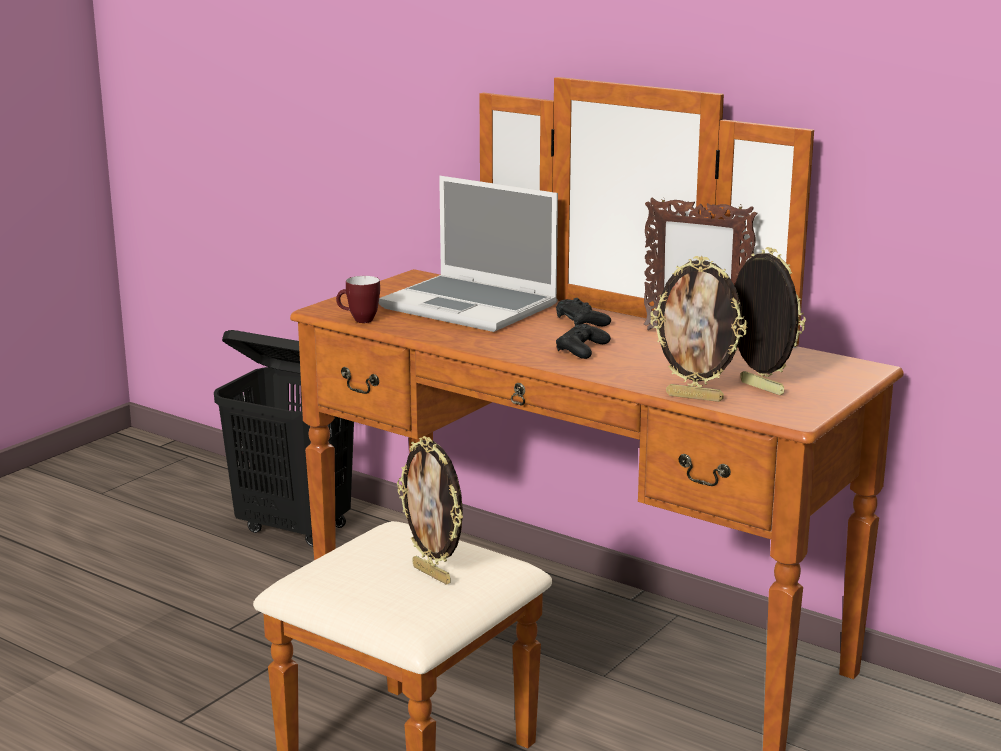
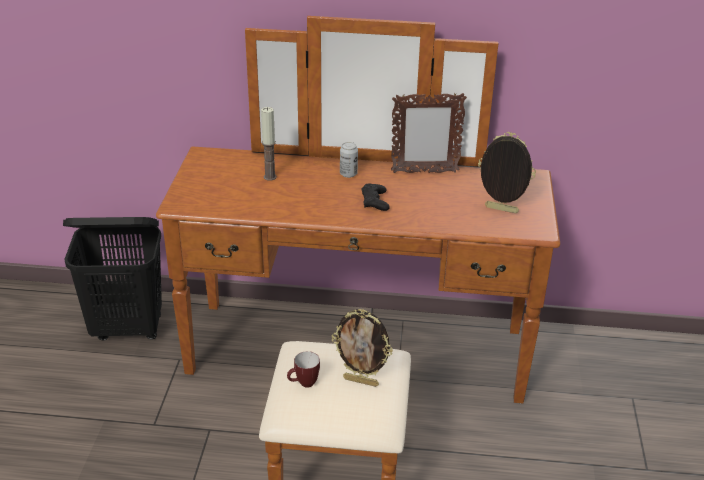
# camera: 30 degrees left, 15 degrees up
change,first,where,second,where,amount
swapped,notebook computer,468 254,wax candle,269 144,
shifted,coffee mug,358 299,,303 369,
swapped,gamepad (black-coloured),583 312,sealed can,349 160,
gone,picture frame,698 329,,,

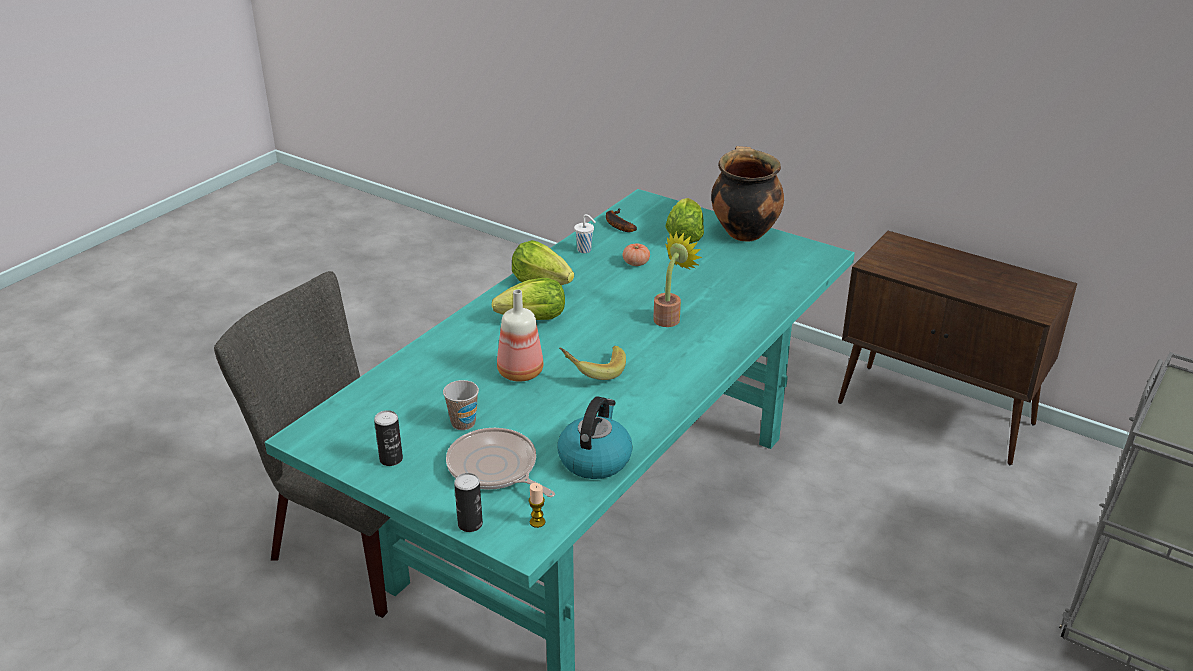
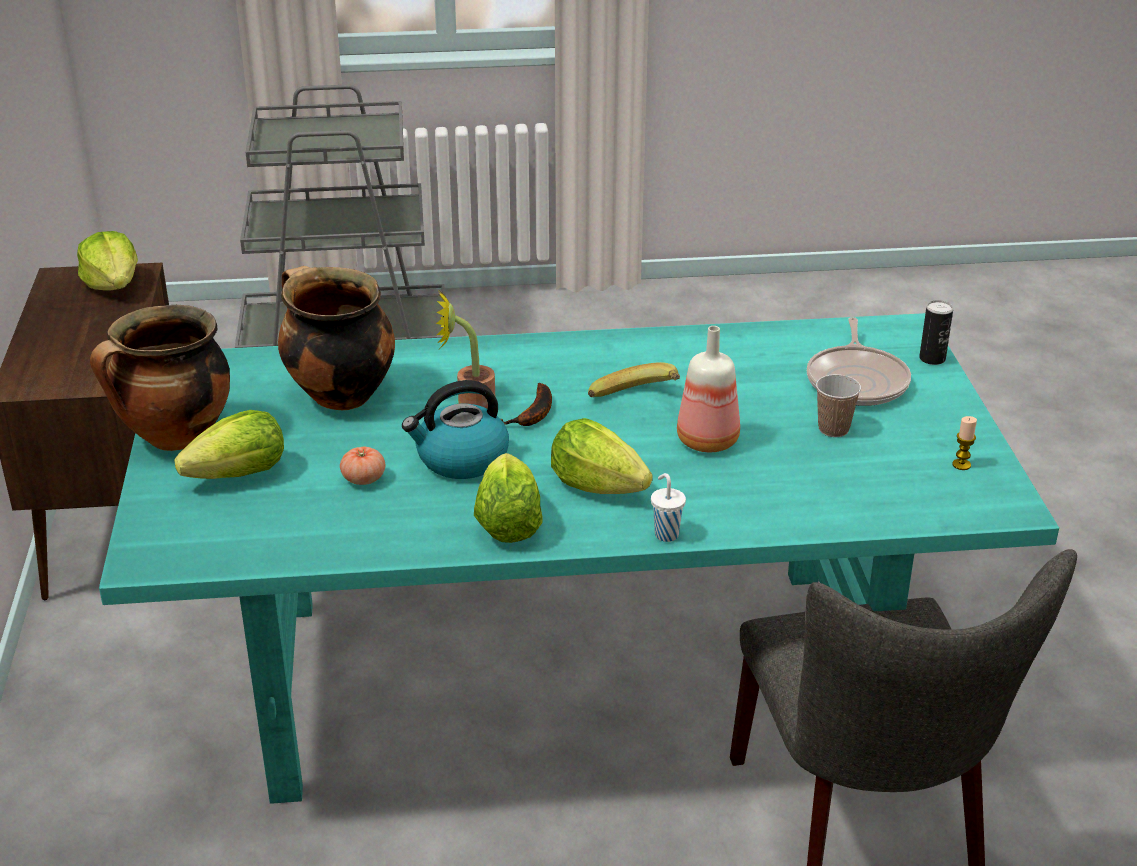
# camera: 130 degrees left, 0 degrees up
change,first,where,second,where,amount
new,,,lettuce,107 261,
new,,,stockpot,336 338,
shifted,tea kettle,595 437,,455 429,
shifted,banana fruit,621 220,,526 404,
shifted,drinking cup (white),585 233,,668 507,
shifted,wax candle,536 505,,964 443,
gone,sealed can,388 438,,,

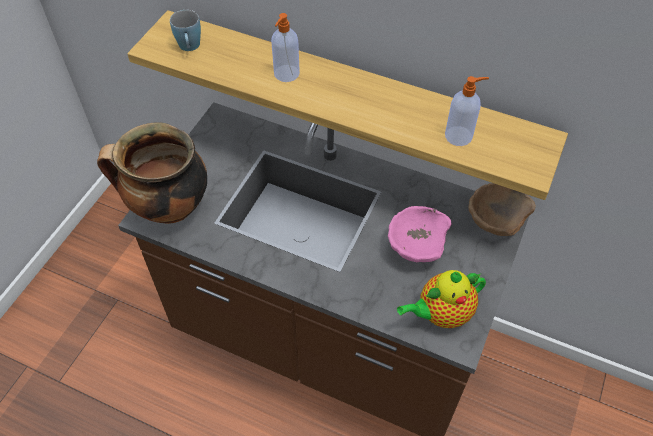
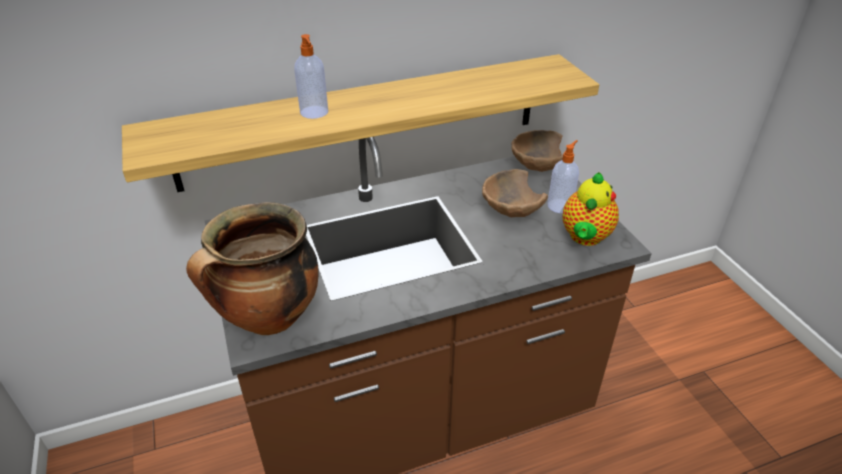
# camera: 45 degrees left, 15 degrees down
change,first,where,second,where,amount
repainted,serving bowl (pinkish),420 234,serving bowl (brown),515 193,
shifted,soap bottle,467 111,,563 176,
gone,coffee mug (blue-coloured),185 30,,,

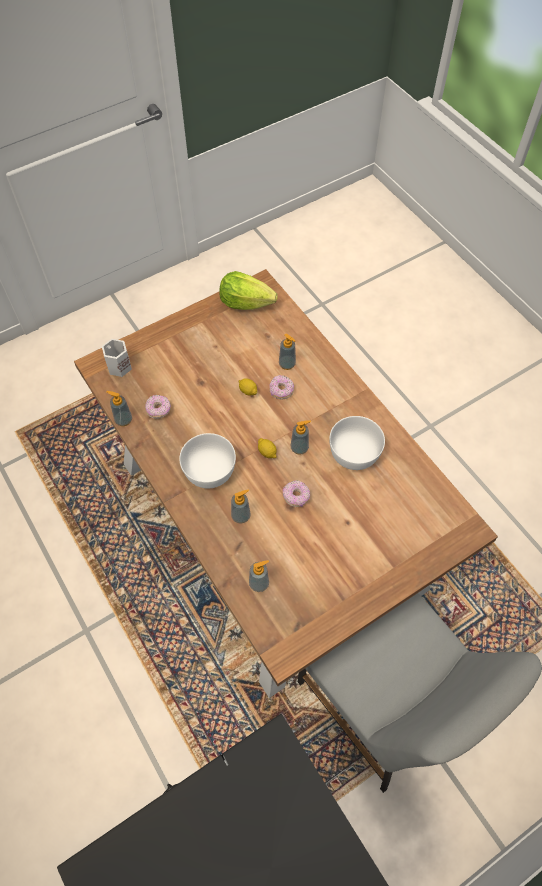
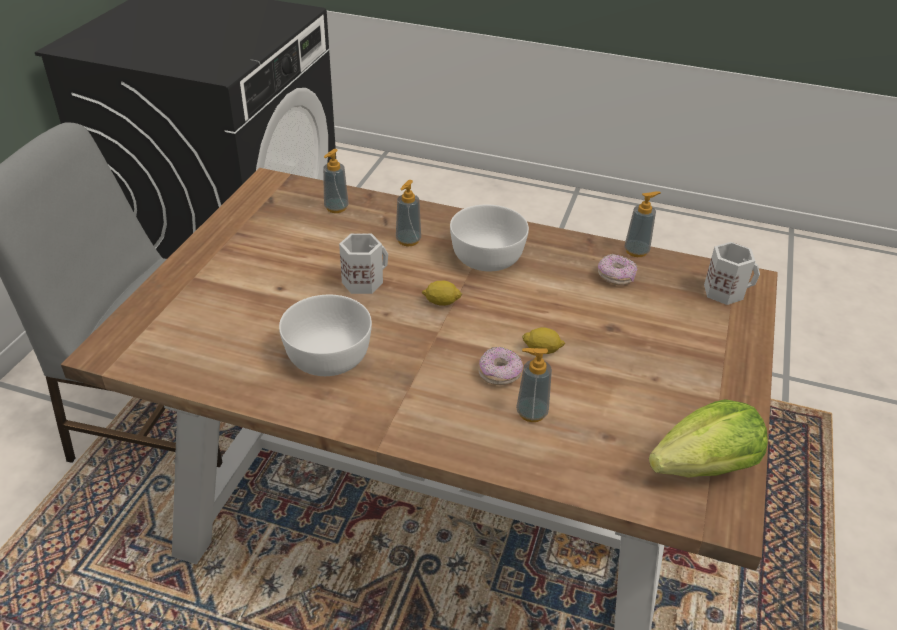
# camera: 140 degrees right, 20 degrees down
change,first,where,second,where,amount
swapped,doughnut,296 493,coffee mug (white),363 263,
gone,soap bottle,301 437,,,

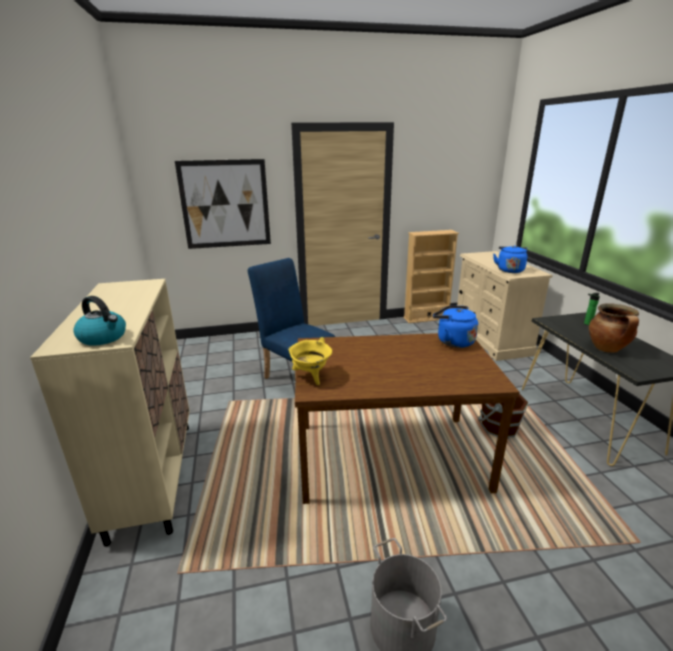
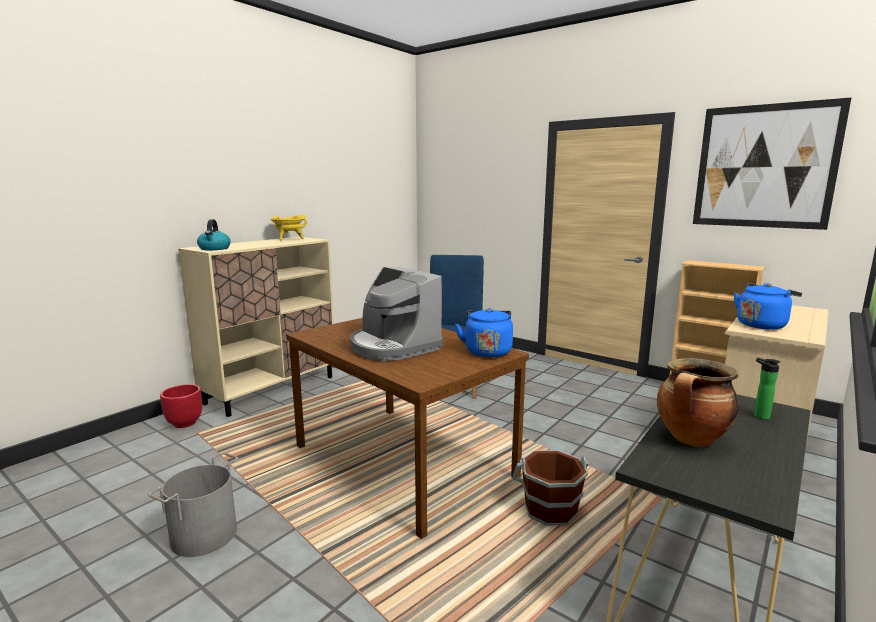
# camera: 50 degrees right, 10 degrees down
change,first,where,second,where,amount
new,,,flower pot (red),181 406,
shifted,stockpot (yellow),310 361,,288 227,
new,,,coffee machine,396 314,
shifted,wall picture,223 204,,772 163,

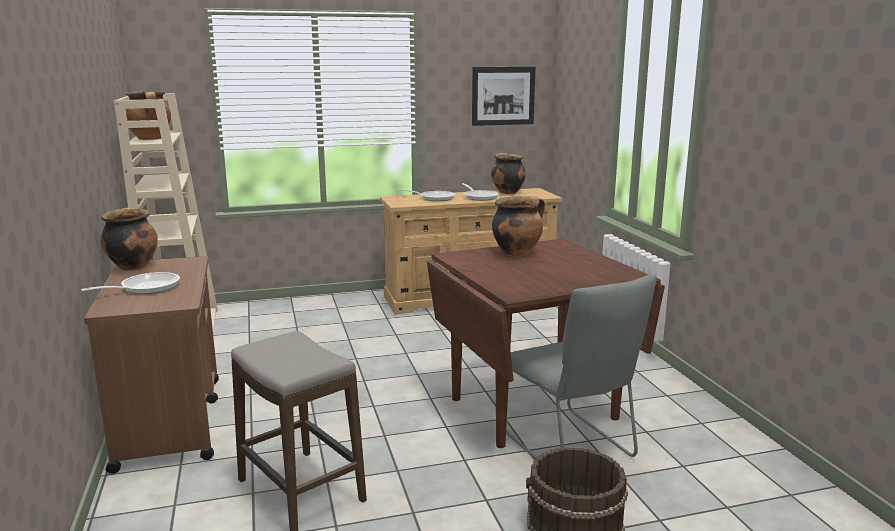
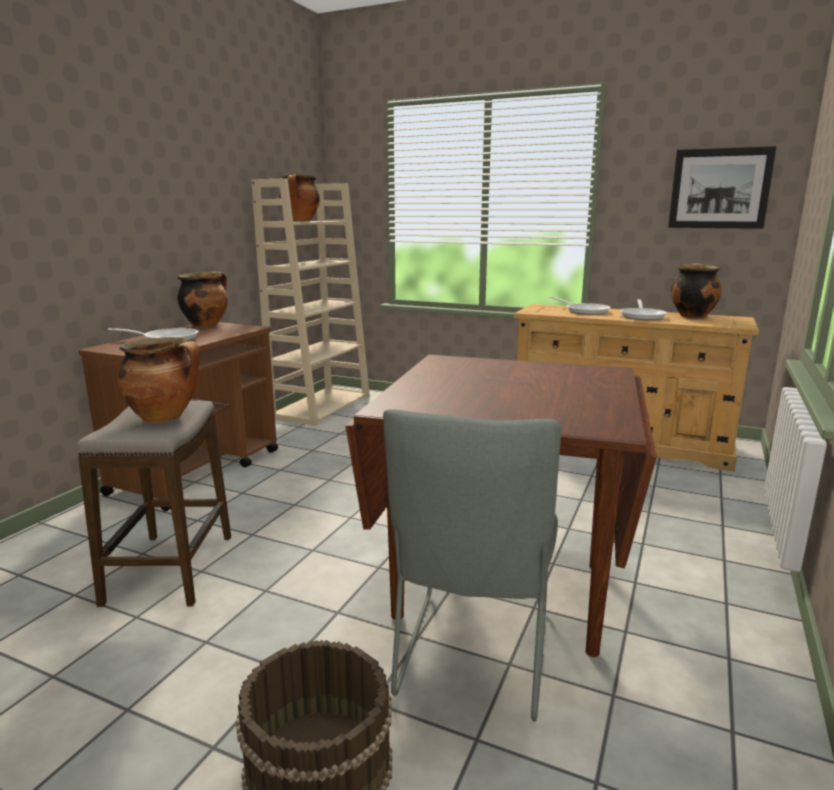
# camera: 40 degrees right, 0 degrees up
change,first,where,second,where,amount
shifted,stockpot,518 226,,159 380,

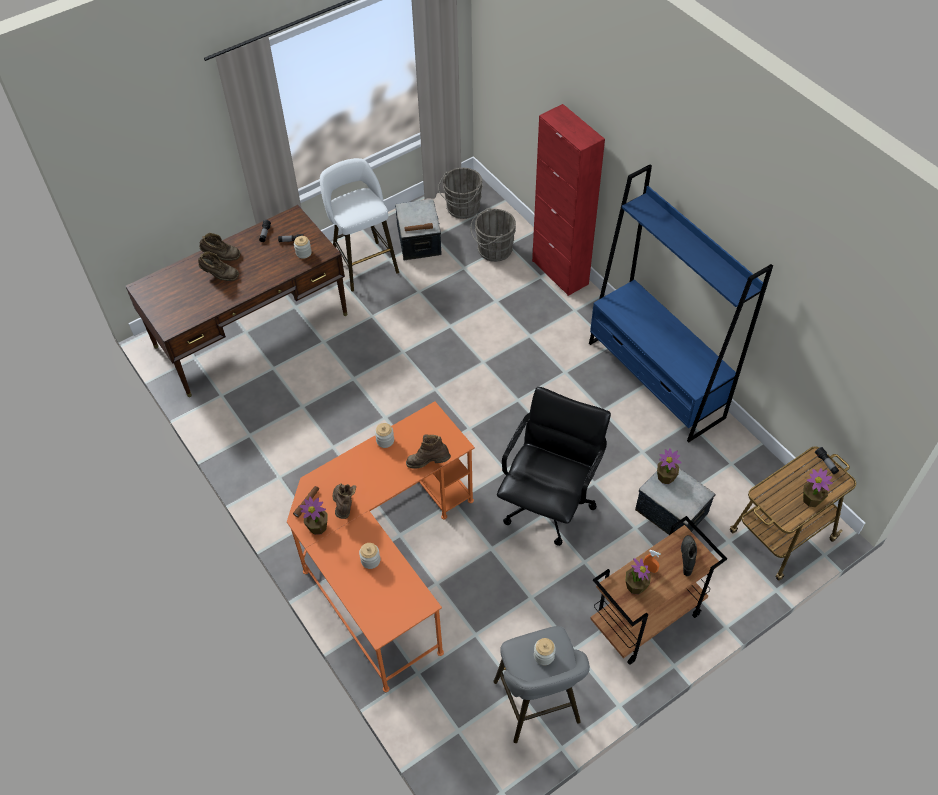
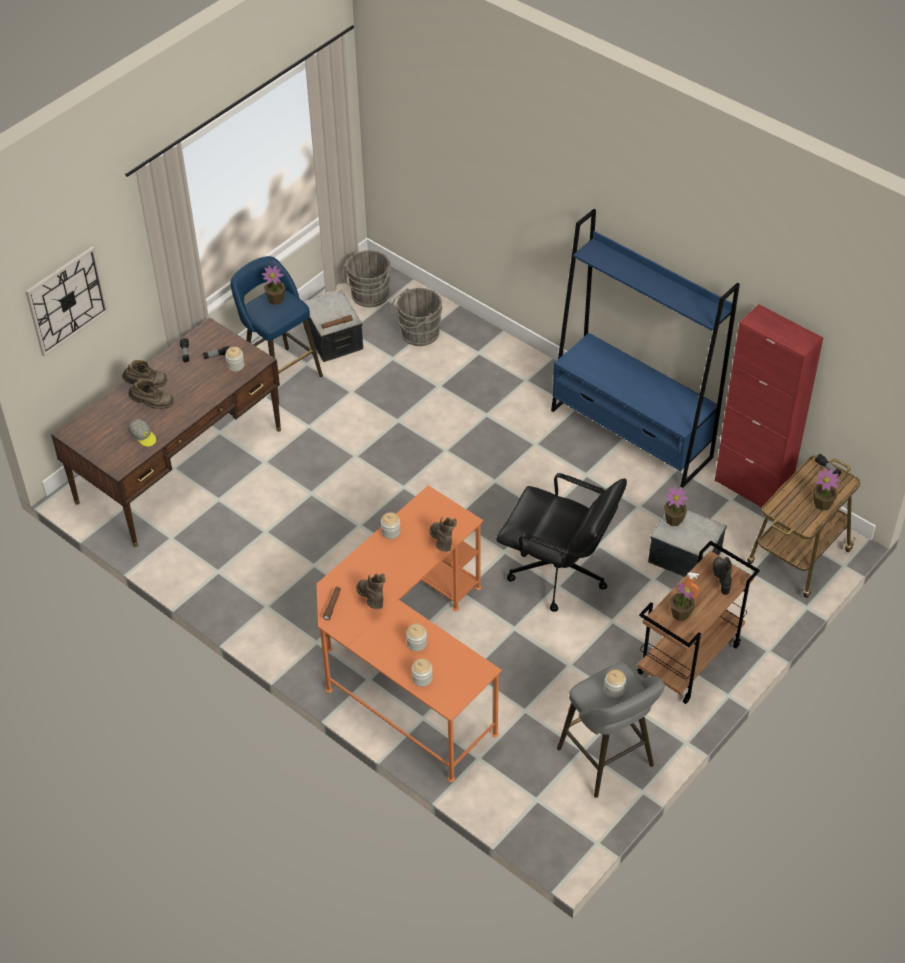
# camera: 15 degrees left, 5 degrees down
change,first,where,second,where,amount
new,,,wall clock,67 301,
new,,,baseball cap,142 433,
repainted,stool (white),359 224,stool (blue-coloured),276 329,
shifted,plant in a pot,314 515,,274 285,
new,,,storage jar,422 672,
rotated,high-top boot (brown),428 451,,443 534,90 degrees clockwise
rotated,desk chair (black-coloured),554 466,,561 542,105 degrees clockwise
shifted,cabinet (red),568 200,,769 407,

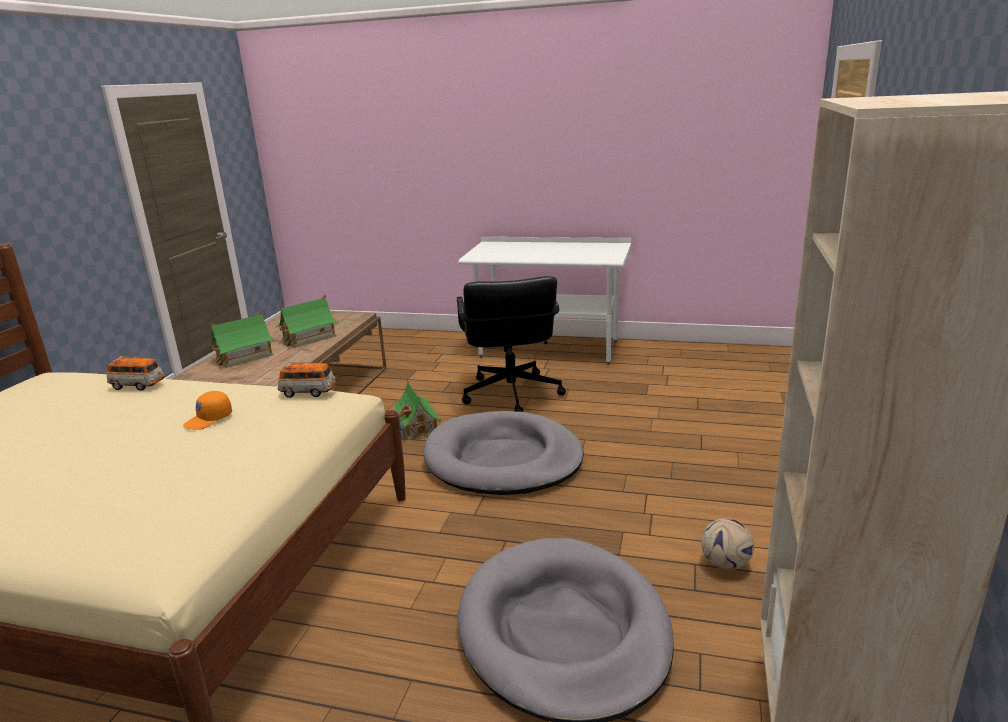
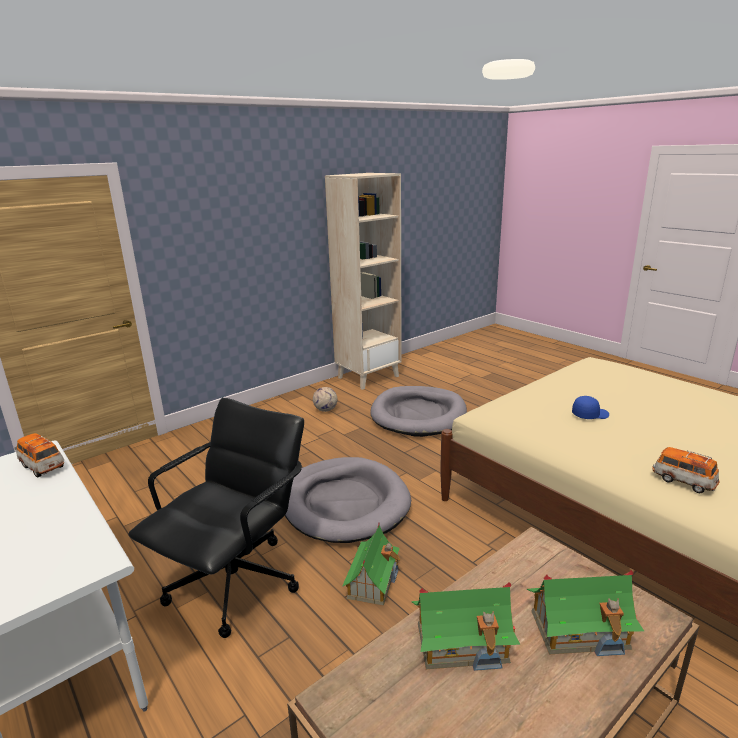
# camera: 145 degrees left, 0 degrees up
change,first,where,second,where,amount
shifted,toy car,307 380,,39 455,
repainted,baseball cap (orangey),207 410,baseball cap (blue-coloured),590 407,

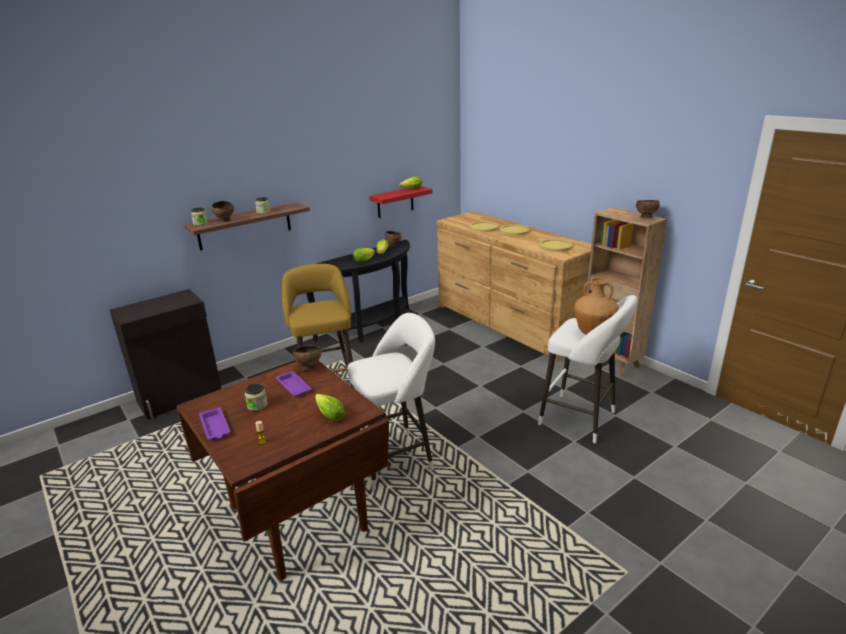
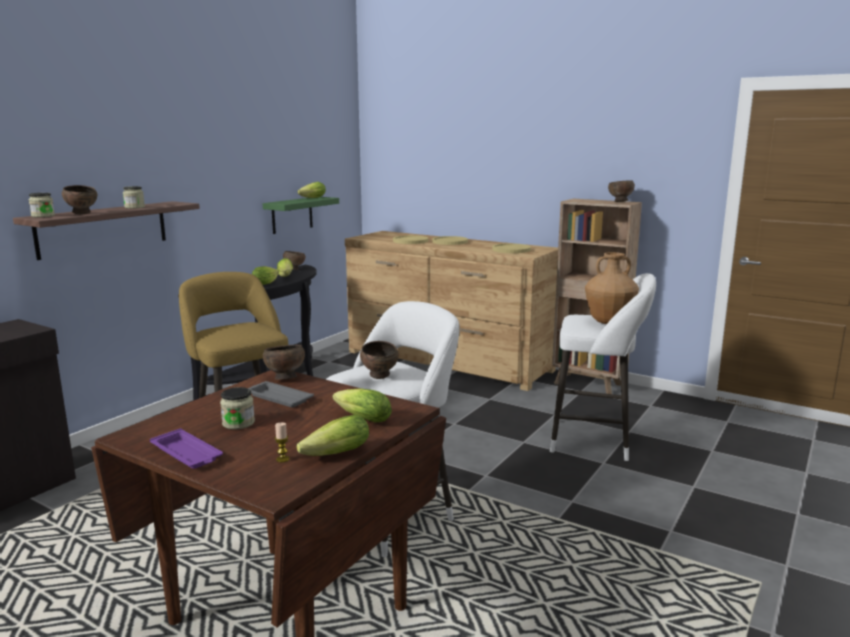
# camera: 20 degrees left, 10 degrees down
change,first,where,second,where,amount
repainted,serving tray (purplish),294 384,serving tray (gray),281 394,
repainted,shelf (red),401 202,shelf (greenish),301 215,
new,,,lettuce,333 435,
new,,,serving bowl (brown),379 360,

